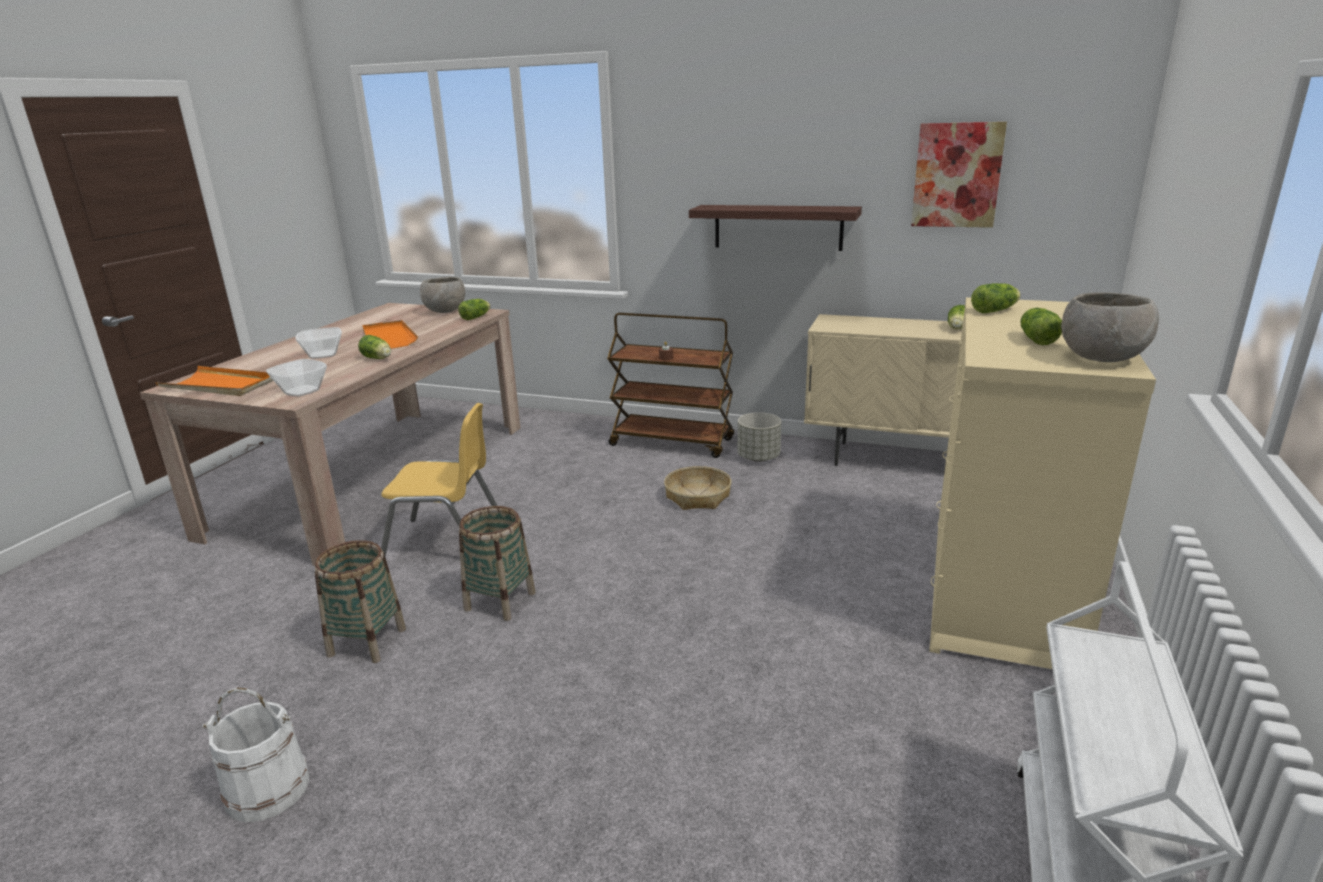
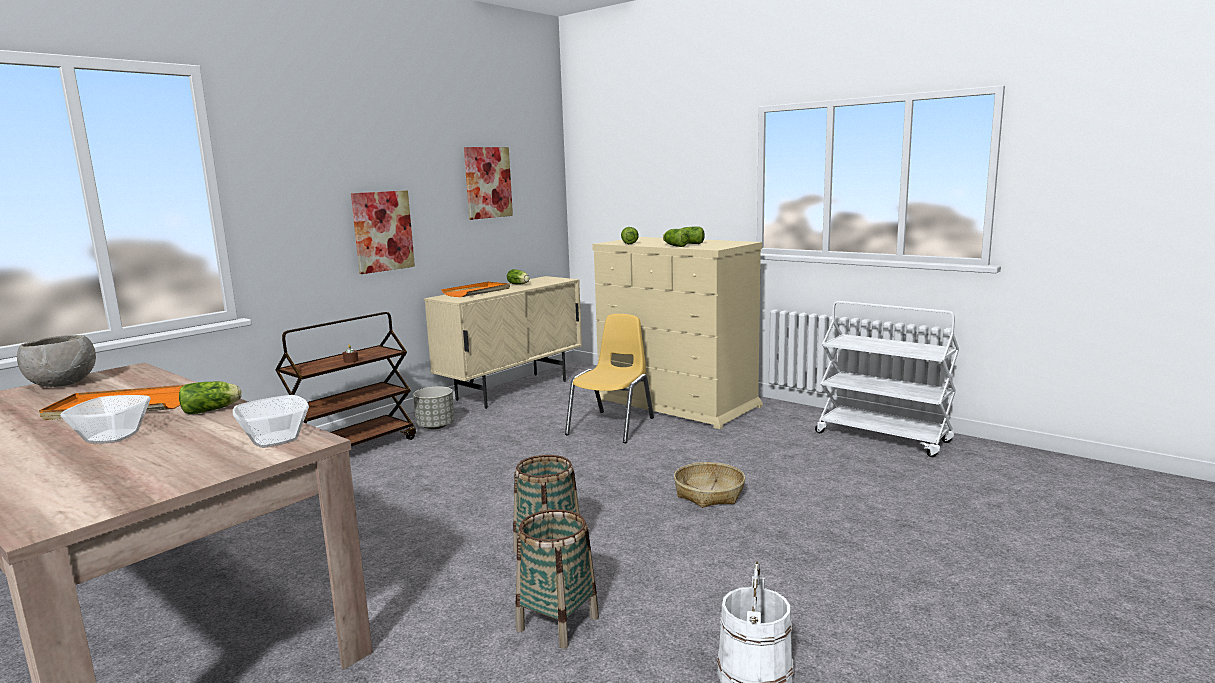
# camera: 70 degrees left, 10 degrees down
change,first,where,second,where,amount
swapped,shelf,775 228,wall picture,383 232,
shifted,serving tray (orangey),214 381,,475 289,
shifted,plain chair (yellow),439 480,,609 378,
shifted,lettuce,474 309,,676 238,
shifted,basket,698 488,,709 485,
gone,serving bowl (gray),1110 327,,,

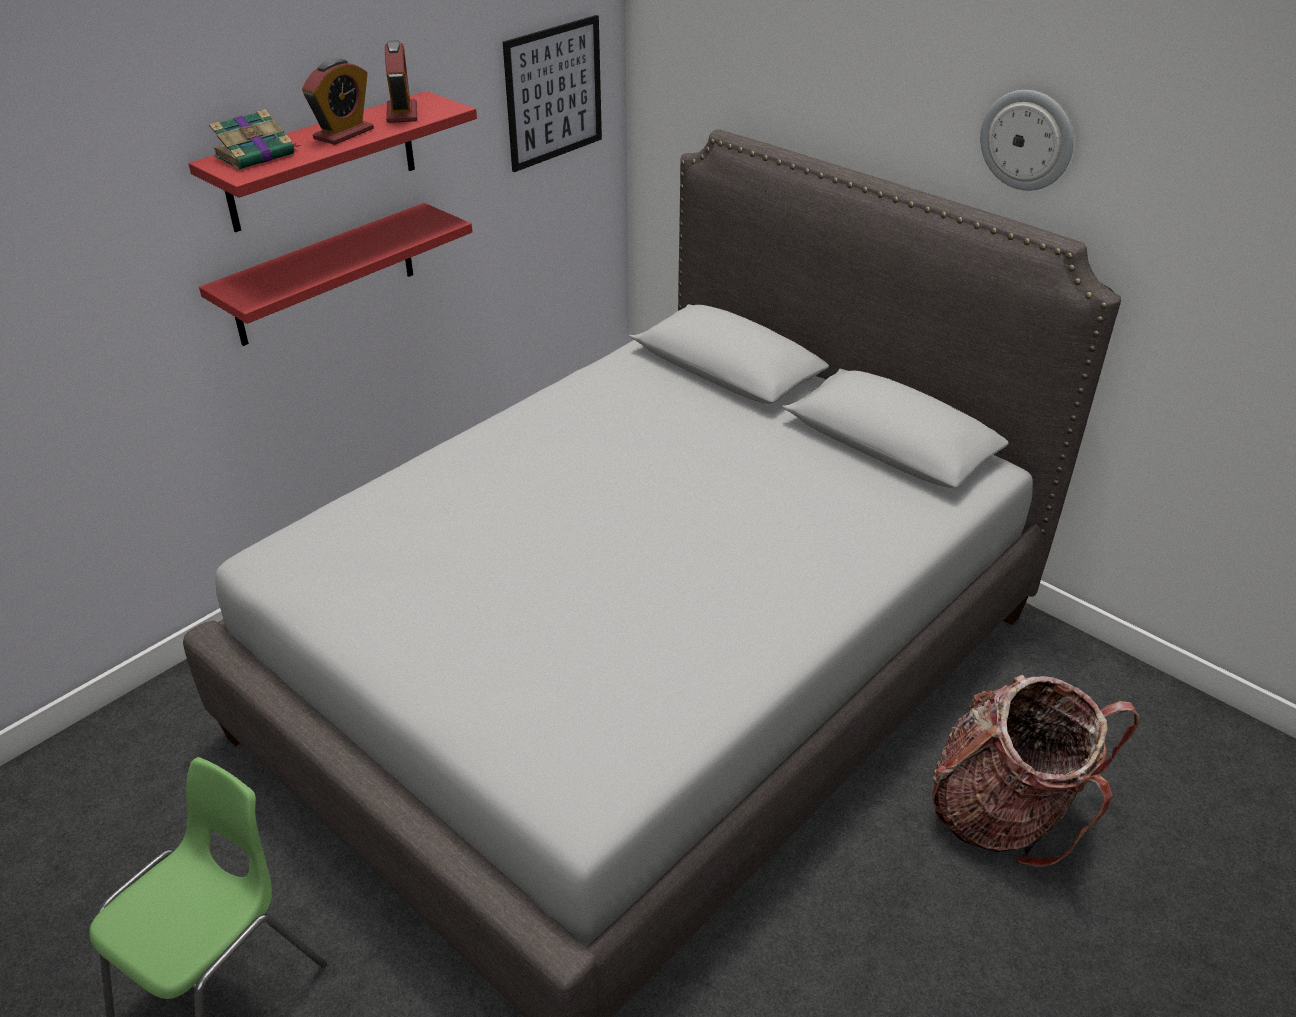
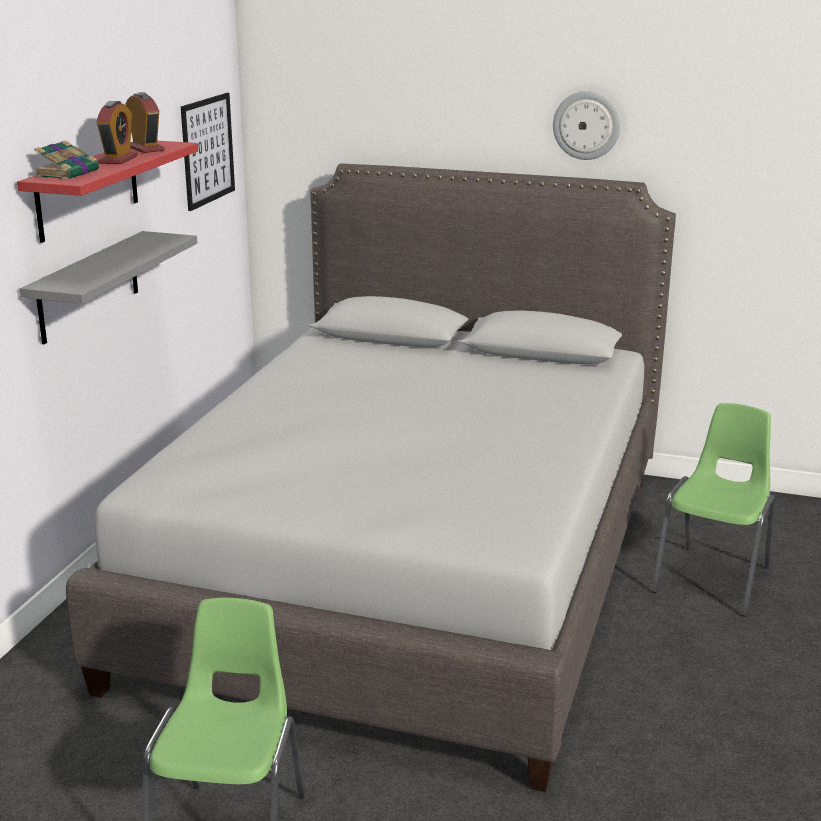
# camera: 25 degrees left, 15 degrees down
change,first,where,second,where,amount
repainted,shelf (red),335 274,shelf (gray),108 287,
swapped,rucksack,1036 771,plain chair (greenish),713 510,

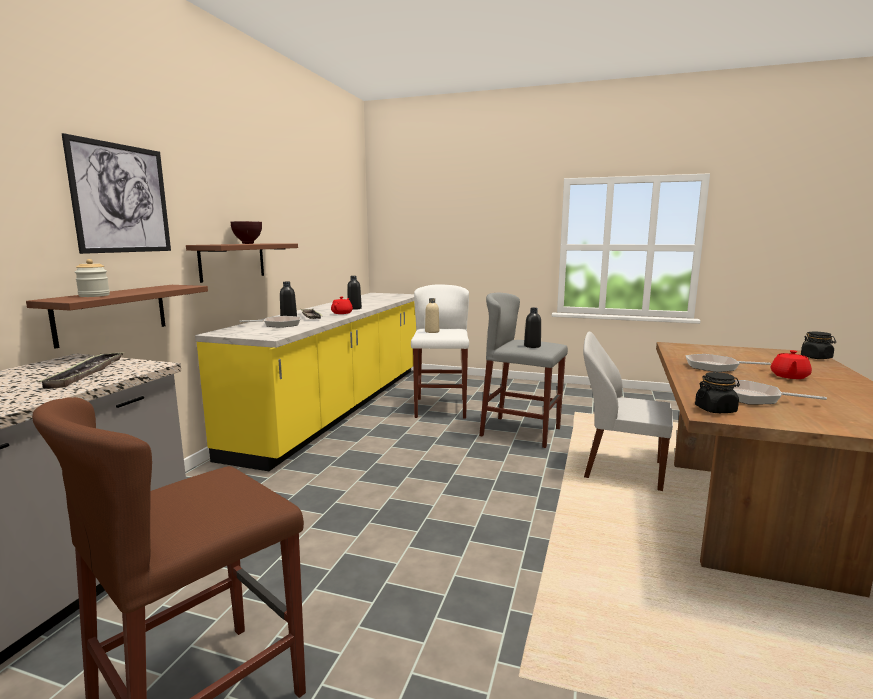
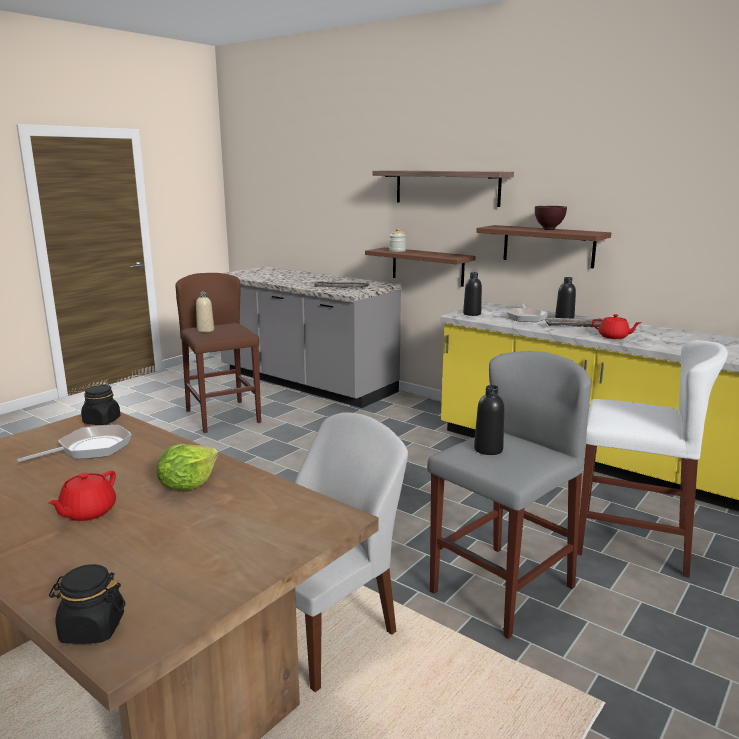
# camera: 110 degrees right, 5 degrees up
change,first,where,second,where,amount
rotated,tea pot (red),791 364,,82 496,120 degrees counterclockwise
swapped,skillet,728 363,lettuce,187 467,
shifted,beverage bottle (beige-coloured),432 315,,205 311,
swapped,wall picture,116 193,shelf,443 188,
shifted,beverage bottle (black-coloured),354 293,,472 294,

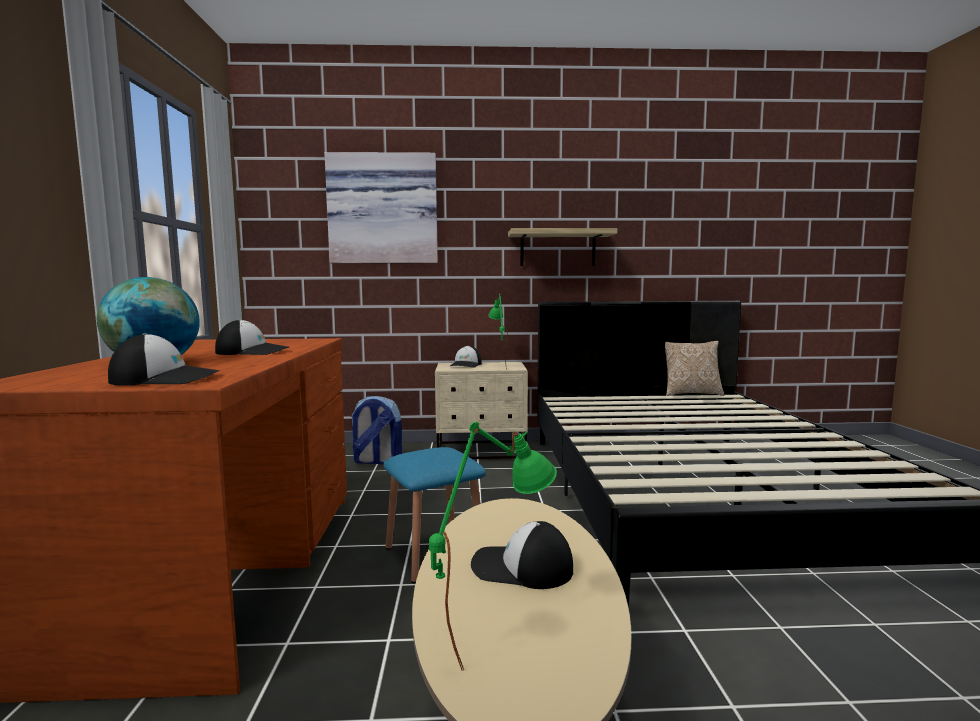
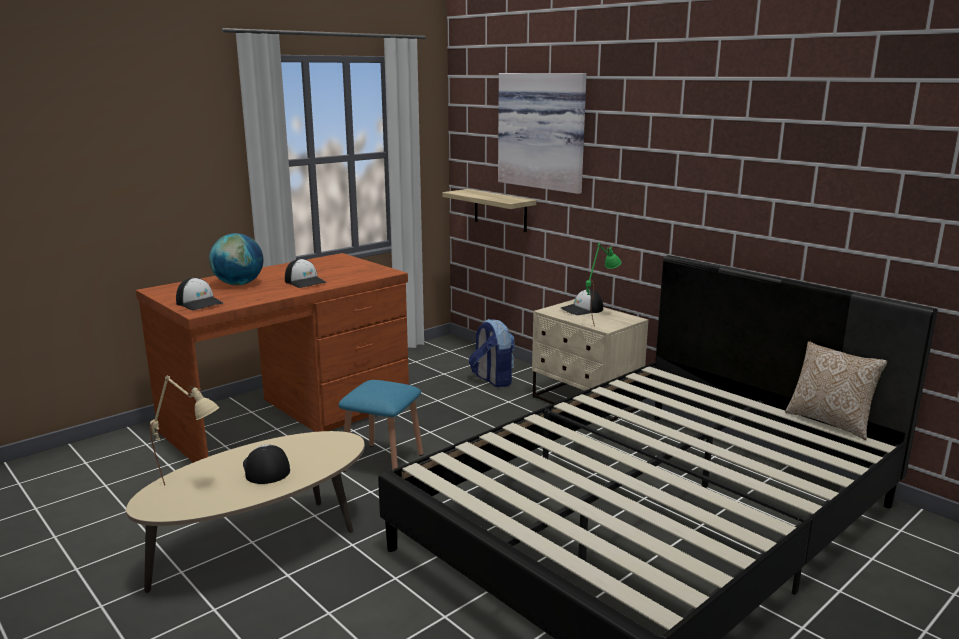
# camera: 50 degrees right, 10 degrees up
change,first,where,second,where,amount
repainted,lamp for a table (greenish),493 546,lamp for a table (beige-coloured),185 430,
shifted,shelf,562 247,,489 210,

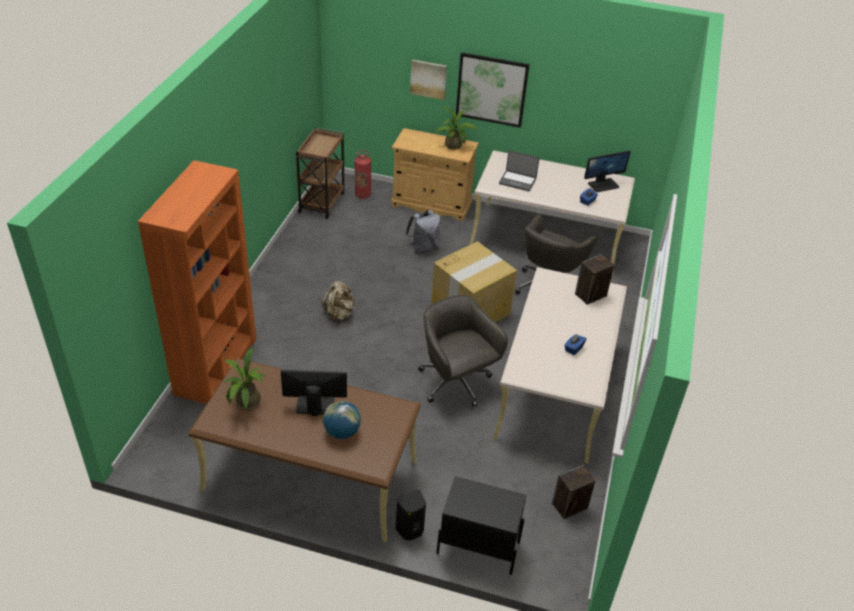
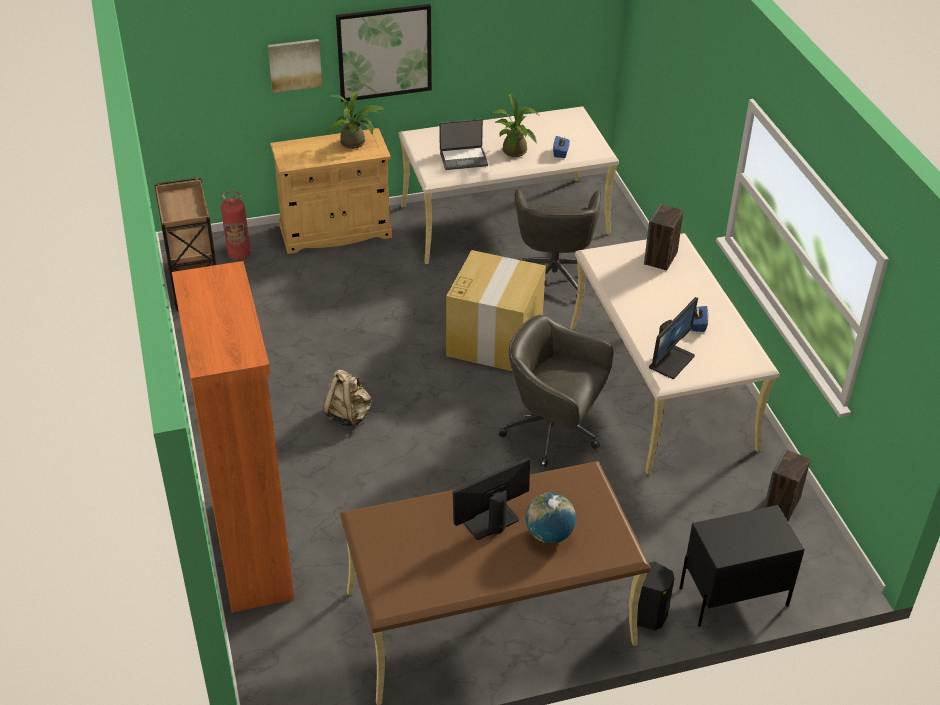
# camera: 30 degrees left, 0 degrees up
change,first,where,second,where,amount
shifted,plant in a pot,245 378,,515 124,
shifted,monitor,607 171,,673 338,
gone,rucksack (gray),423 232,,,

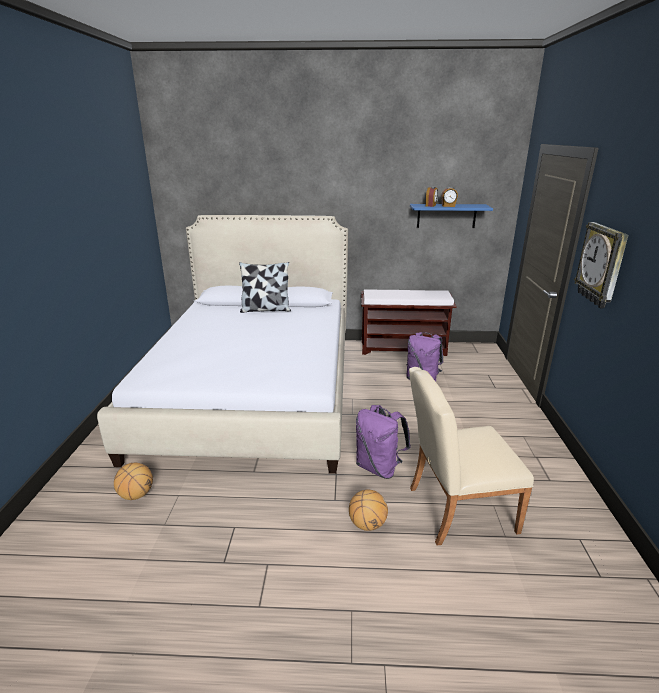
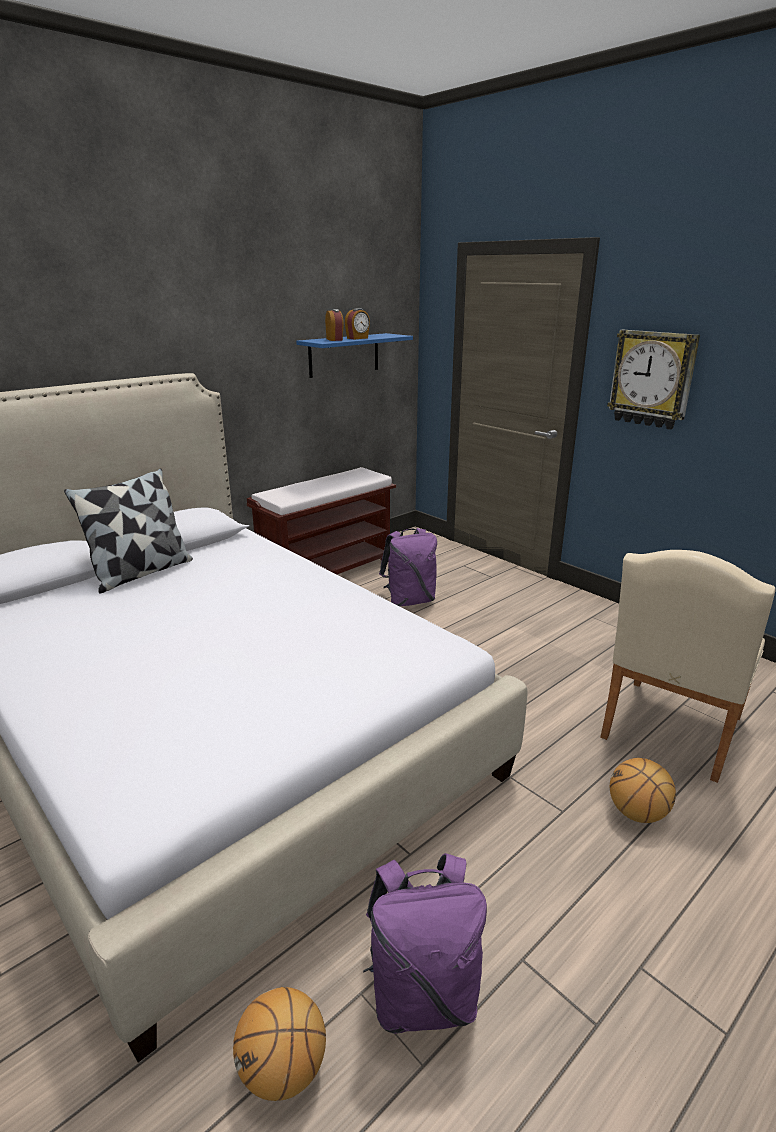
# camera: 45 degrees left, 0 degrees up
change,first,where,second,where,amount
shifted,rucksack (purplish),383 442,,425 943,

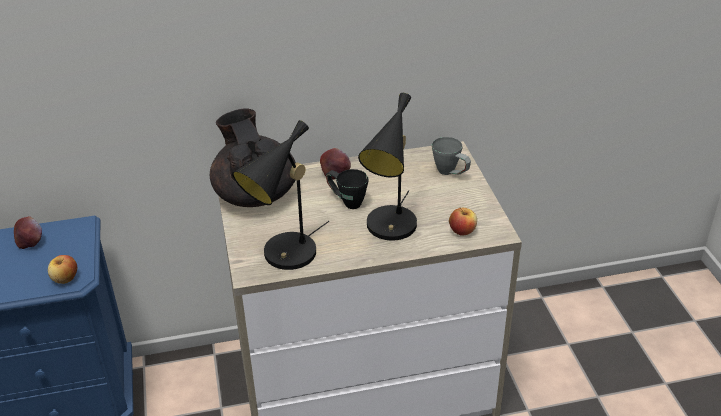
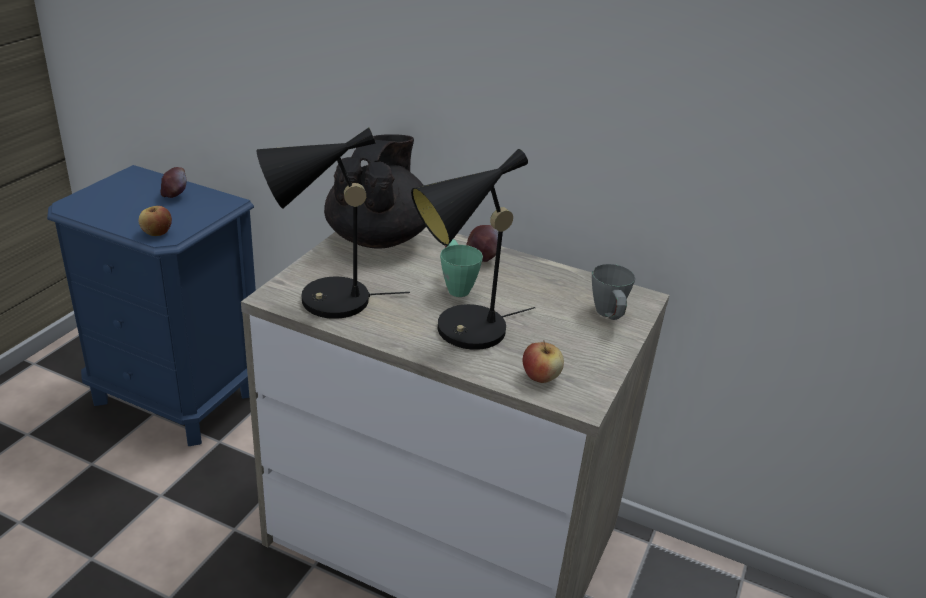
# camera: 35 degrees right, 5 degrees down
change,first,where,second,where,amount
repainted,coffee mug (black-coloured),347 189,coffee mug (greenish),461 268,

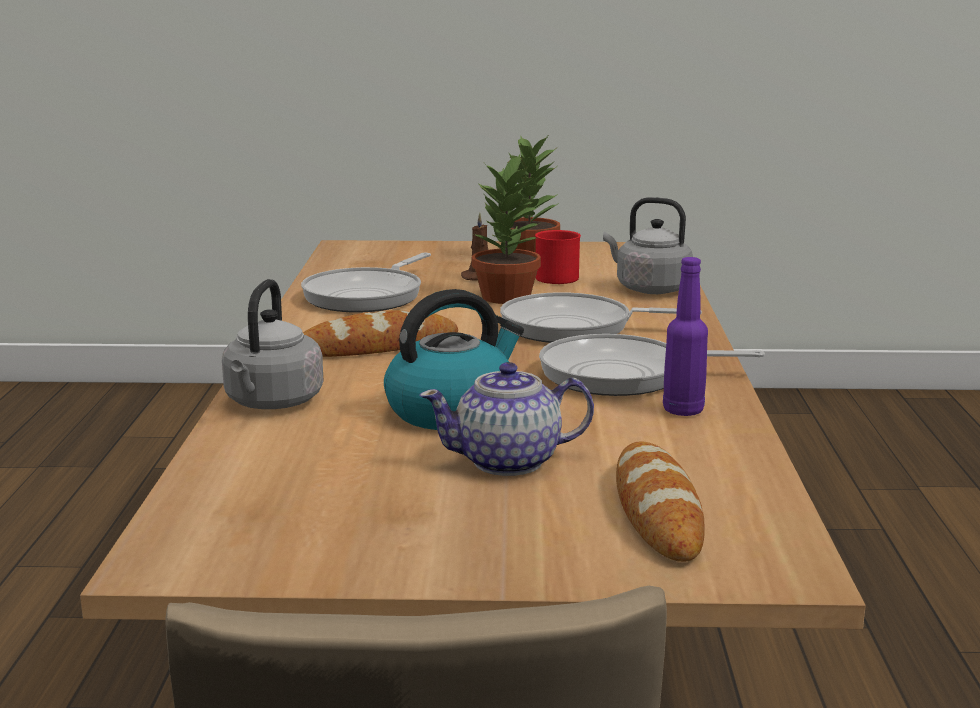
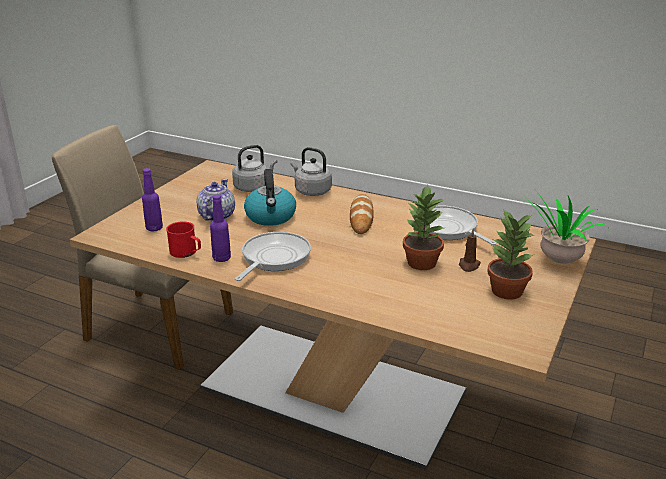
# camera: 115 degrees right, 10 degrees up
change,first,where,second,where,amount
swapped,baked bread,660 501,beverage bottle (purplish),152 200,
shifted,coffee mug (red),558 257,,183 239,
shifted,tea kettle (gray),648 245,,255 168,
new,,,plant in a pot,567 227,
gone,skillet,601 317,,,

